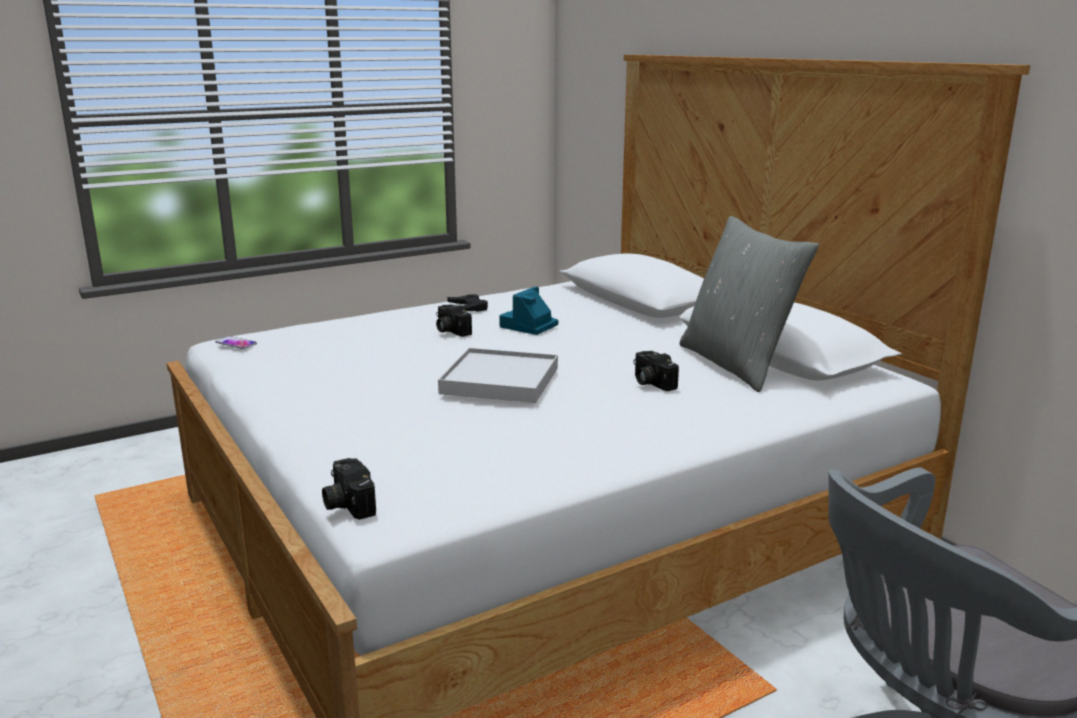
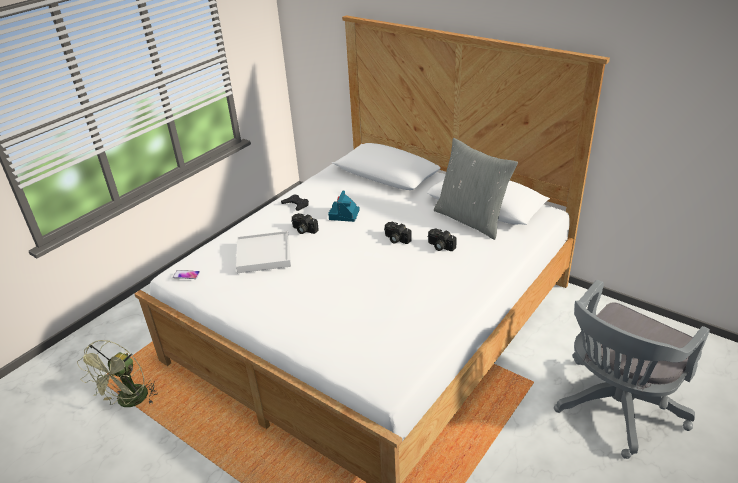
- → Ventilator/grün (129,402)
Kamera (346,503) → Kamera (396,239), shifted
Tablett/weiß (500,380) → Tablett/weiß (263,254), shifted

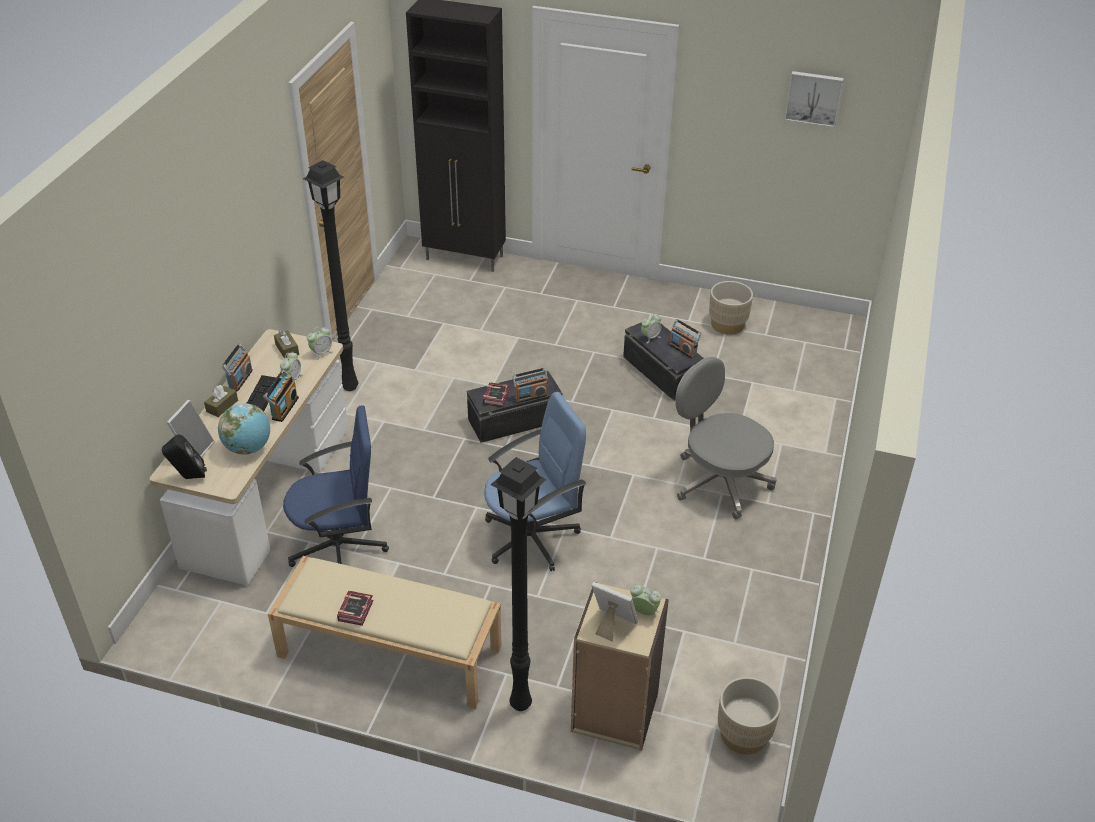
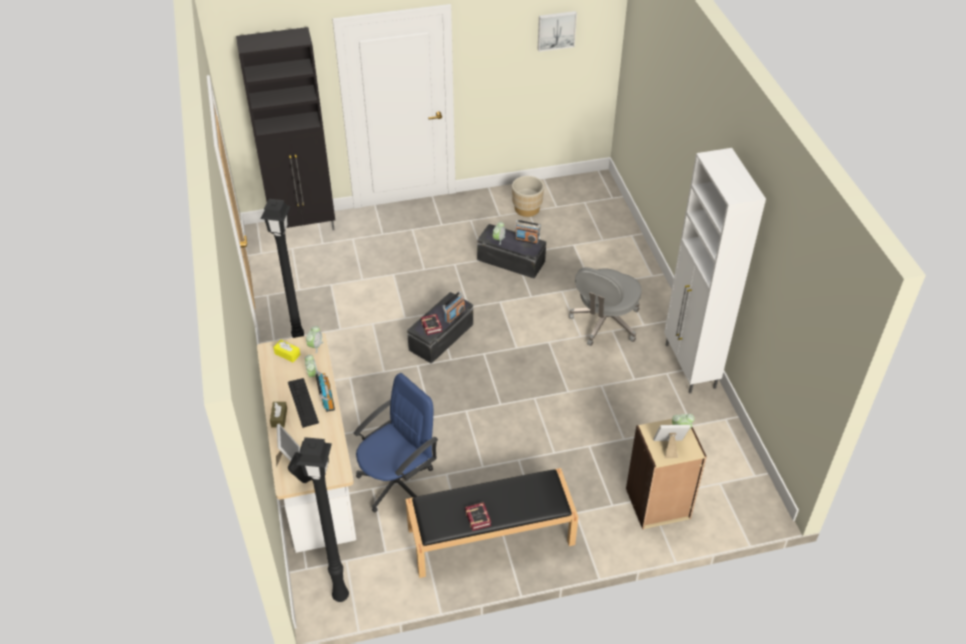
Globus (248,448) → -
Radio (240,380) → -
Bürostuhl/blau (532,537) → -
Pflanzkübel/beige (743,735) → -
- → Schrank/weiß (690,367)
Stehlampe/schwarz (518,704) → Stehlampe/schwarz (339,597), shifted
Bank/beige (388,652) → Bank/schwarz (490,537)
Taschentuchbox/braun (287,349) → Taschentuchbox/gelb (287,354)
Bürostuhl/grau (719,481) → Bürostuhl/grau (605,323), 75 degrees counterclockwise

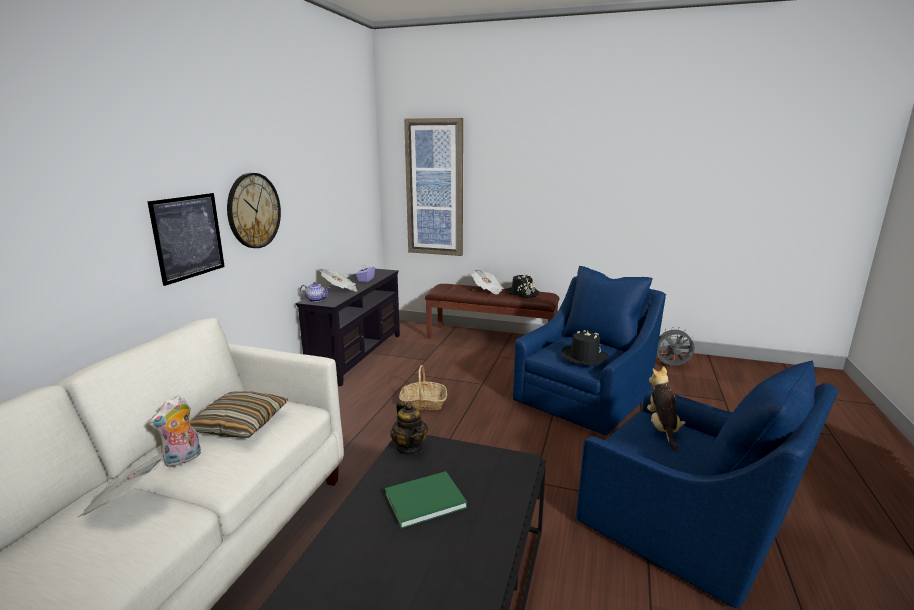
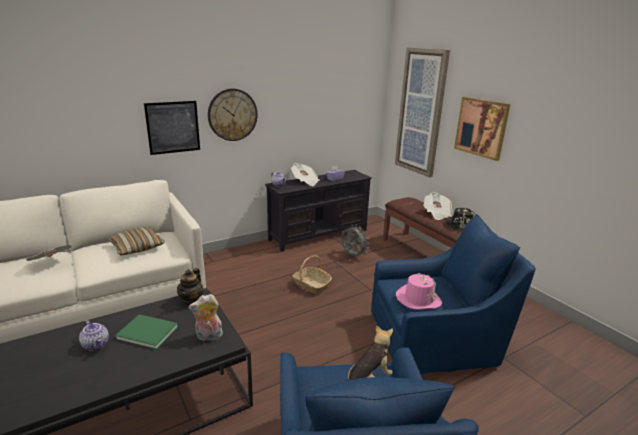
- → Teekanne (96,345)
- → Bild (481,127)
Plüschtier (183,459) → Plüschtier (208,337), shifted
Ventilator/grau (671,366) → Ventilator/grau (352,256), shifted
Hut/schwarz (584,357) → Hut/rosa (418,299)

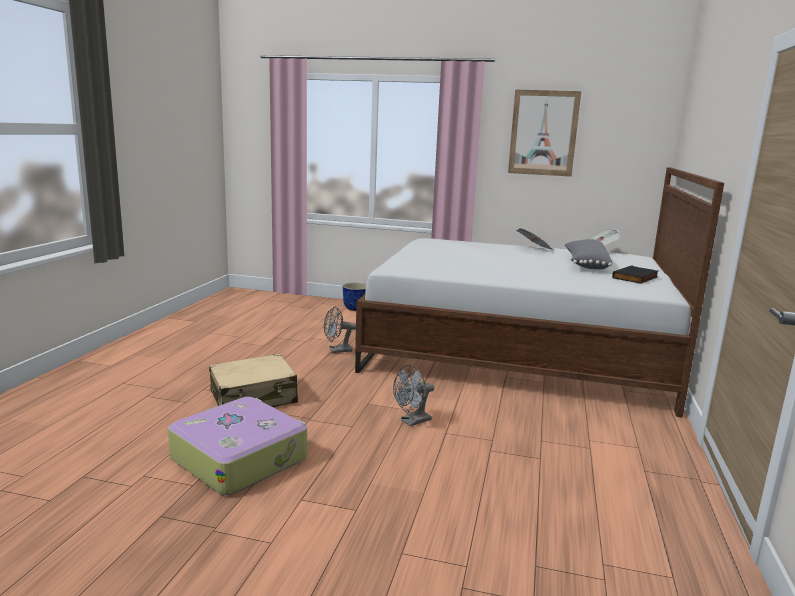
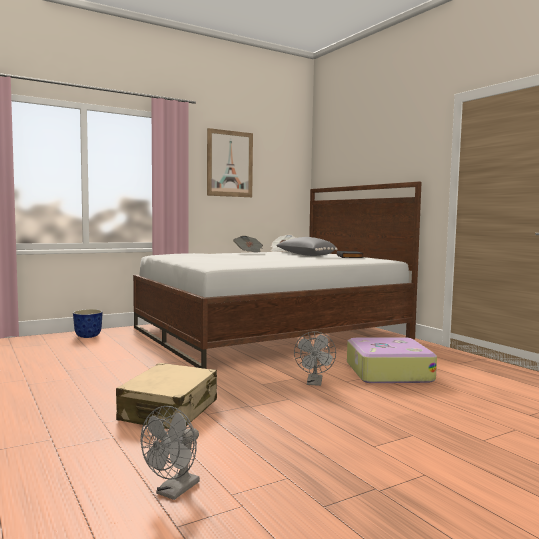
Koffer (240,458) → Koffer (387,372), shifted
Ventilator/grau (337,350) → Ventilator/grau (174,491), shifted

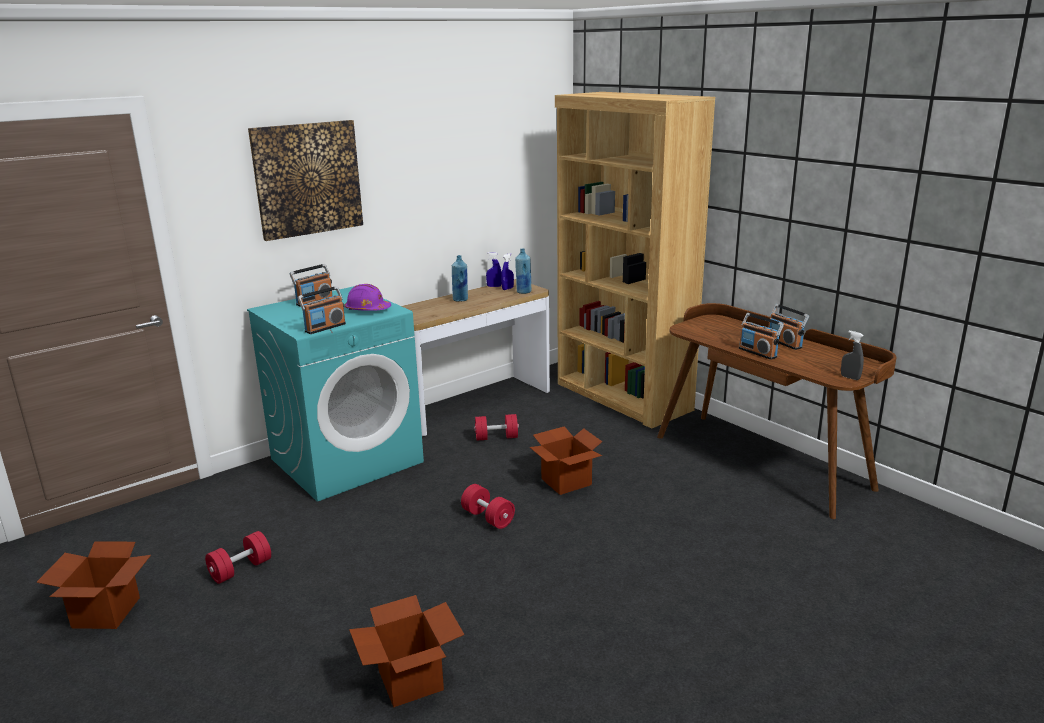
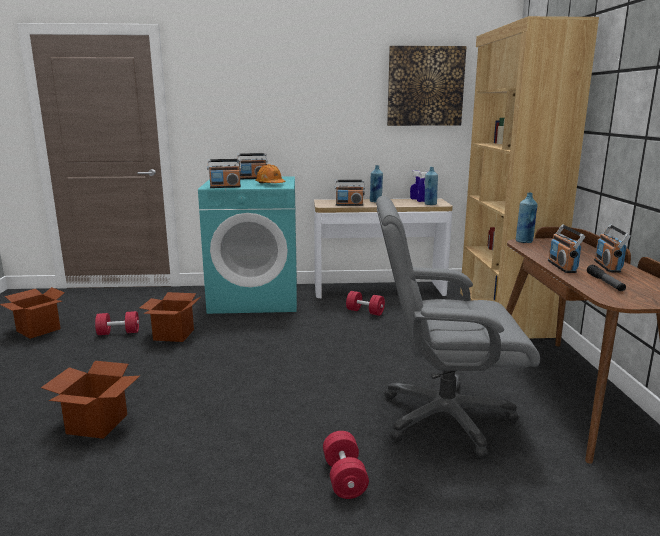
Sprühflasche/grau (850,377) → -
- → Radio (349,205)
- → Bürostuhl/grau (444,418)
- → Flasche/blau (524,241)
- → Taschenlampe (605,283)
Bild (307,179) → Bild (425,86), shifted
Hantel/rot (488,518) → Hantel/rot (344,478), shifted
Karton (566,481) → Karton (174,335), shifted
Schutzhelm/lila (367,310) → Schutzhelm/orange (270,184)

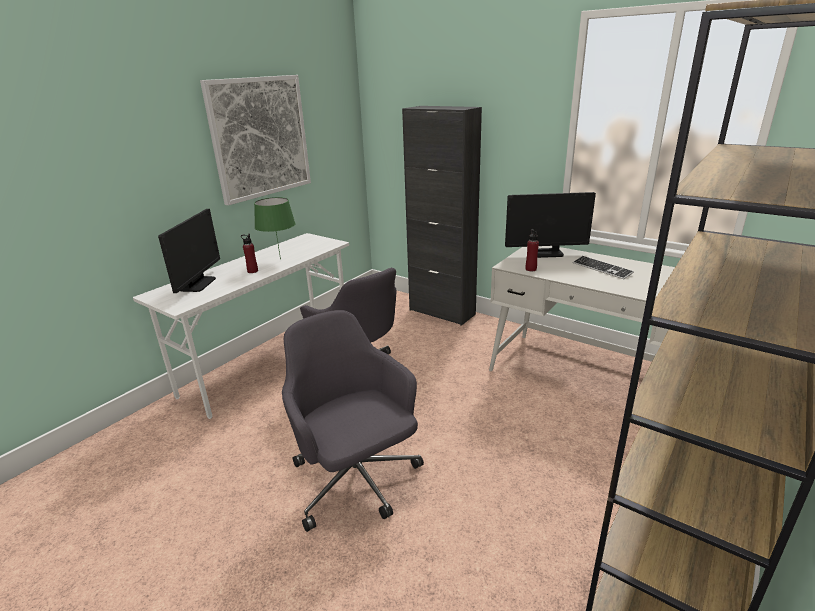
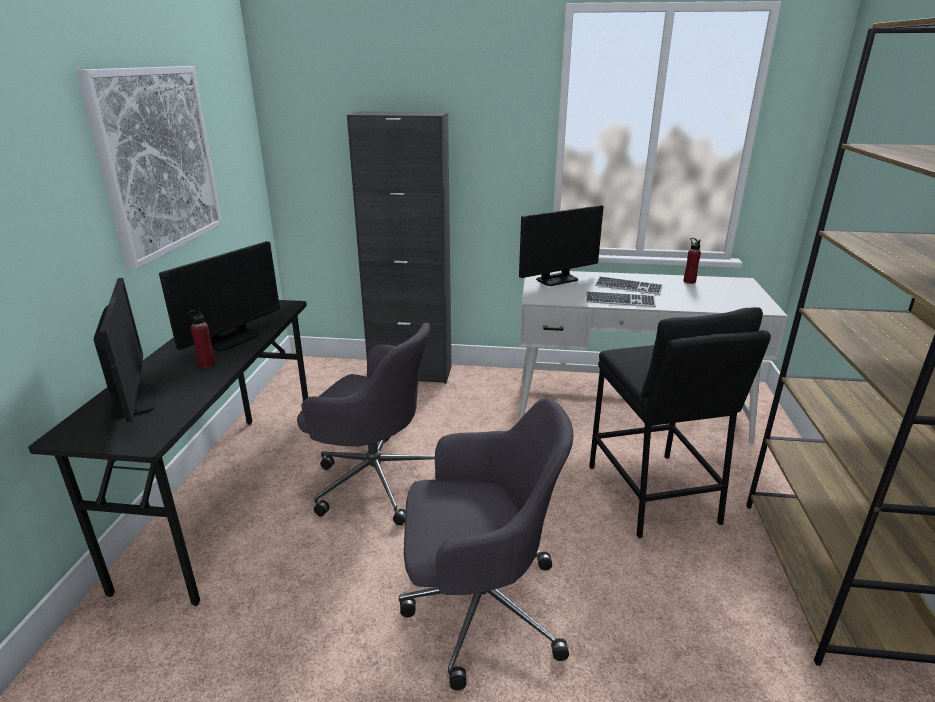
- → Tastatur (620,301)
- → Hocker/schwarz (652,494)
Flasche/rot (531,269) → Flasche/rot (689,281), shifted
Tischlampe/grün (280,259) → Monitor (231,339)
Schreibtisch/weiß (270,362) → Schreibtisch/schwarz (227,495)
Bürostuhl/grau (356,481) → Bürostuhl/grau (479,607), 150 degrees clockwise

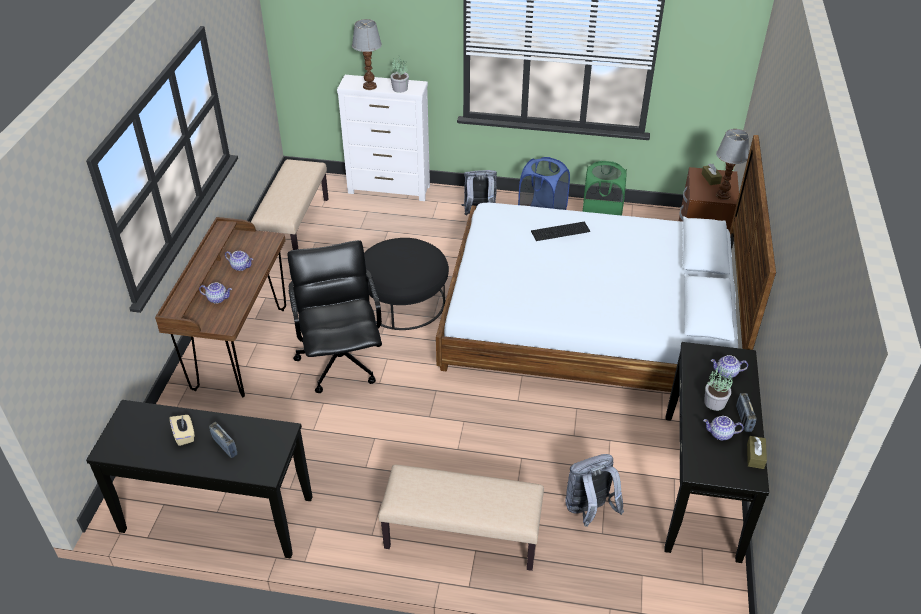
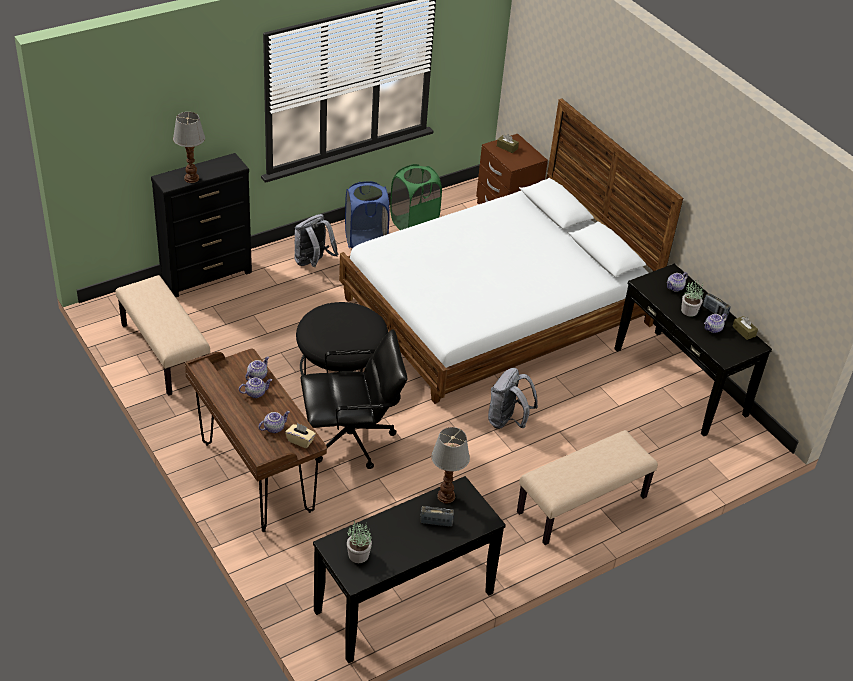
Tastatur (561,232) → -
- → Teekanne (257,375)
Taschentuchbox/beige (184,435) → Taschentuchbox/beige (300,440), shifted
Topfpflanze (399,88) → Topfpflanze (358,555), shifted
Rucksack/grau (589,510) → Rucksack/grau (507,421), shifted
Tischlampe (722,195) → Tischlampe (445,496), shifted
Kommode/weiß (389,190) → Kommode/schwarz (207,277)
Bürostuhl/schwarz (341,361) → Bürostuhl/schwarz (351,439), 135 degrees clockwise

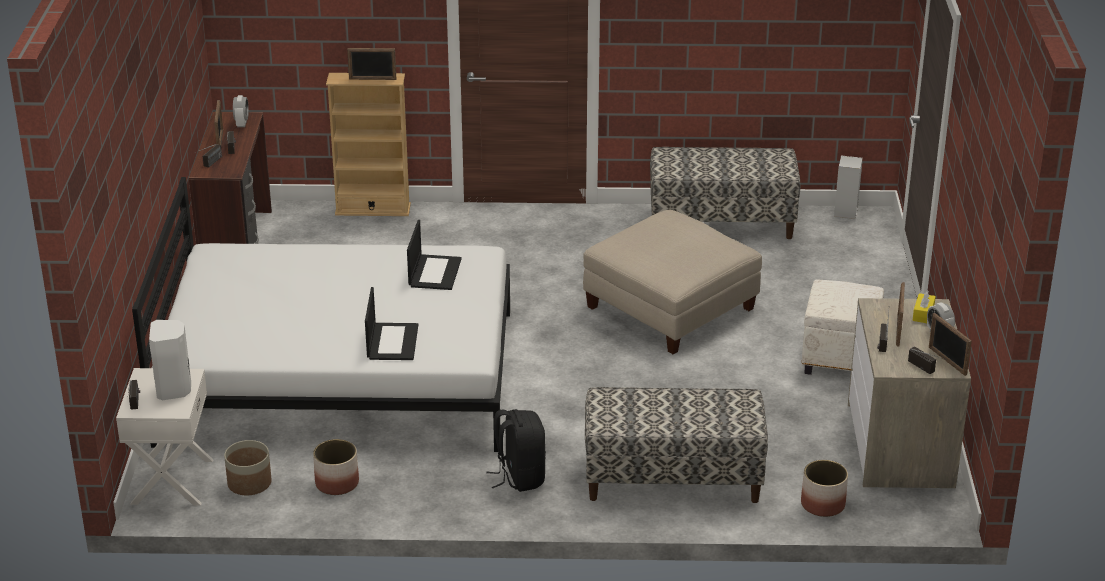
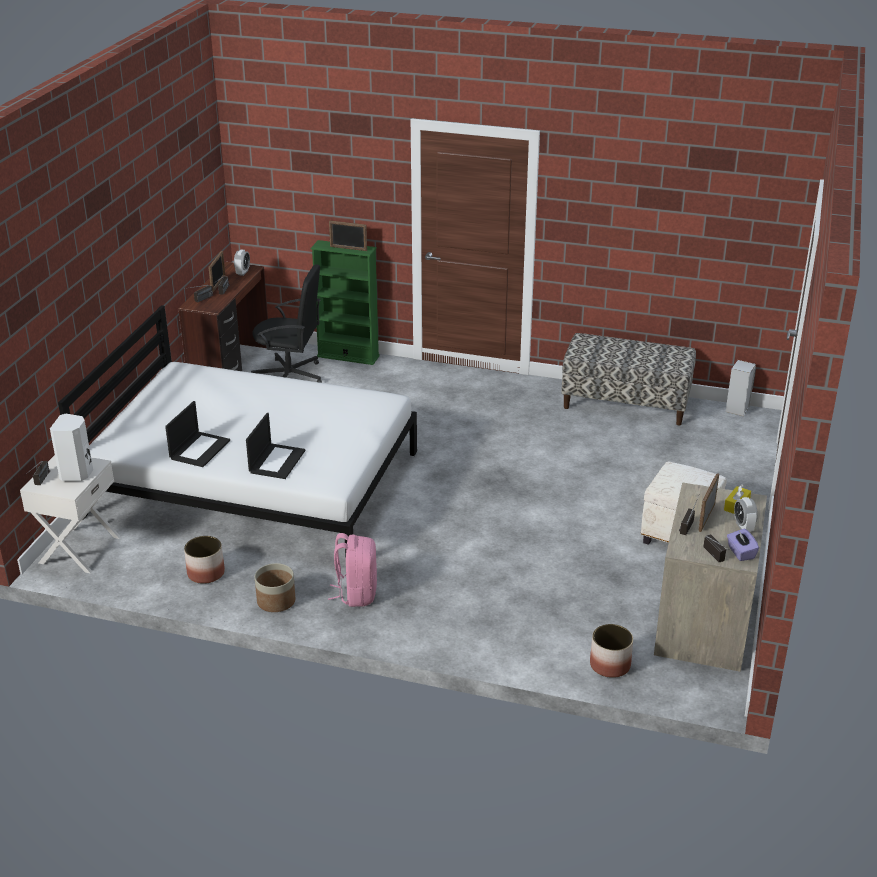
Polsterhocker/beige (671,308) → -
Bank (672,479) → -
- → Bürostuhl/schwarz (290,376)
Pflanzkübel (249,483) → Pflanzkübel (276,601), shifted
Laptop (434,272) → Laptop (199,449), shifted
Bilderrahmen (947,361) → Taschentuchbox/lila (740,553)
Bücherregal/beige (373,209) → Bücherregal/grün (348,356)
Rucksack/schwarz (519,477) → Rucksack/rosa (356,593)

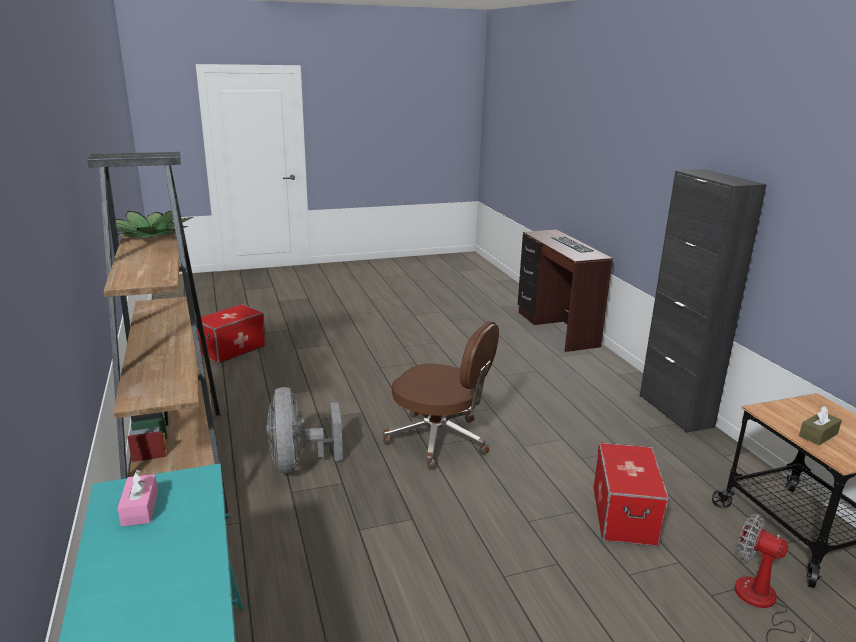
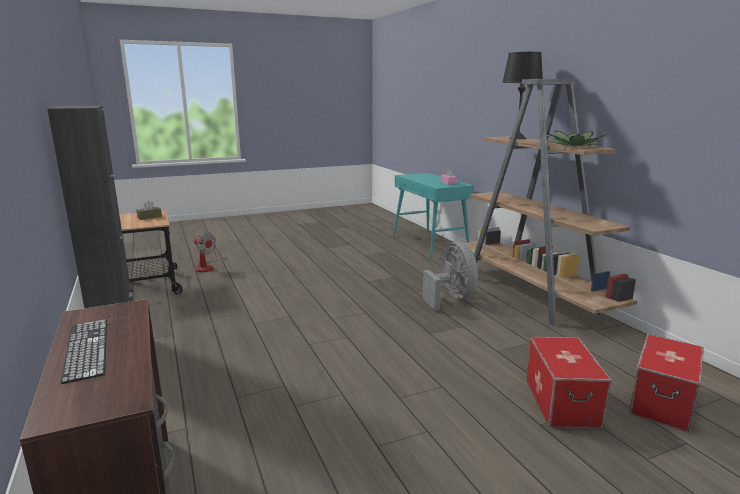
Bürostuhl/braun (439,440) → -
- → Tischlampe/schwarz (517,138)
Aufbewahrungsbox (624,515) → Aufbewahrungsbox (560,402), shifted

